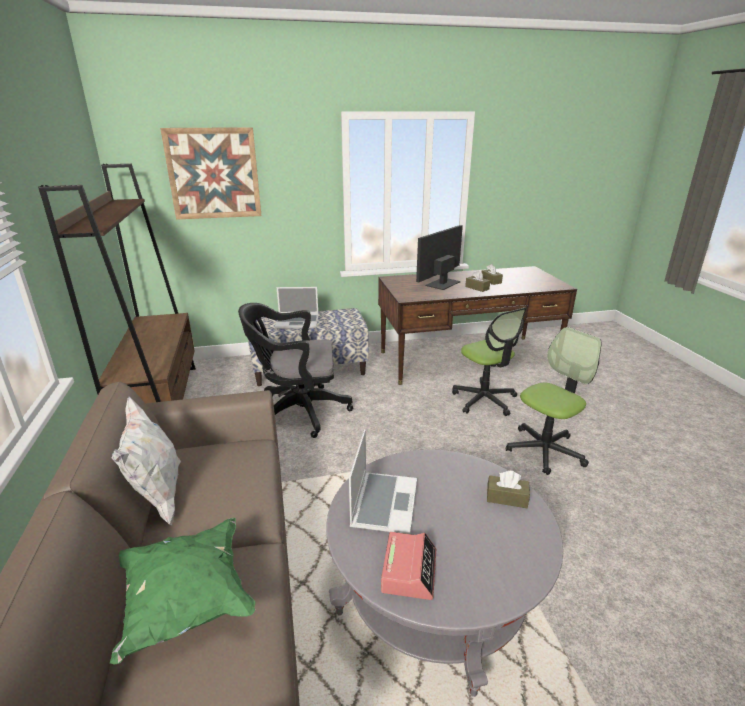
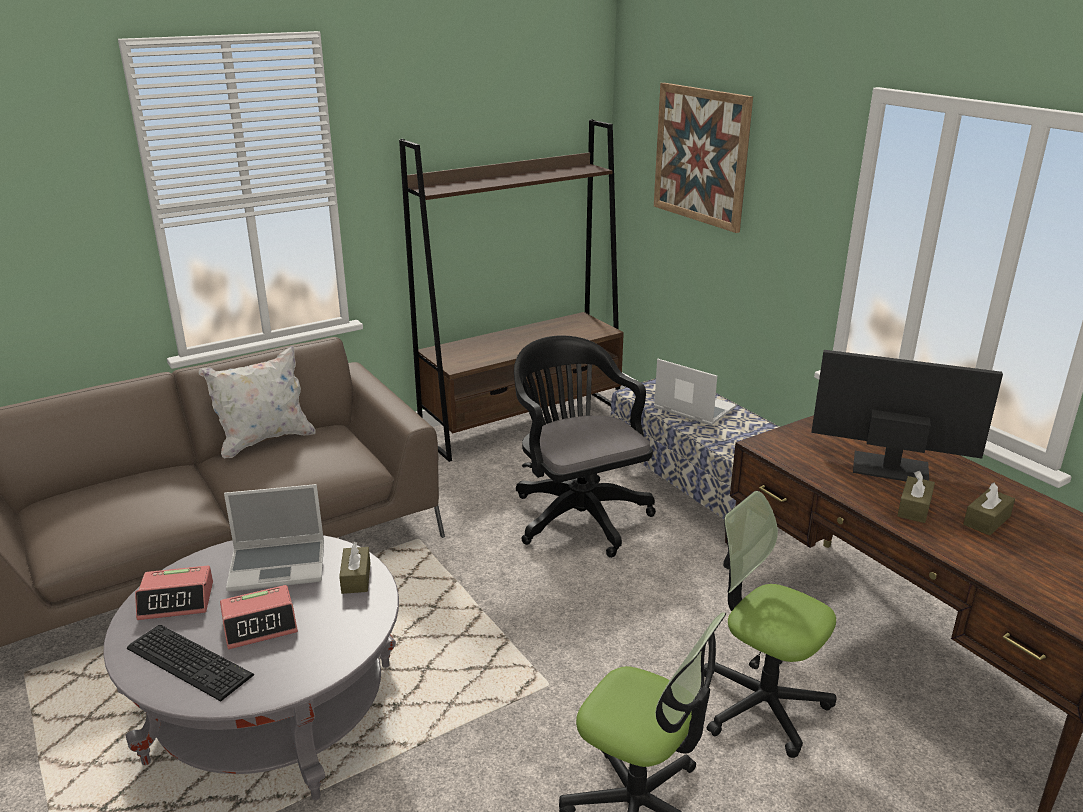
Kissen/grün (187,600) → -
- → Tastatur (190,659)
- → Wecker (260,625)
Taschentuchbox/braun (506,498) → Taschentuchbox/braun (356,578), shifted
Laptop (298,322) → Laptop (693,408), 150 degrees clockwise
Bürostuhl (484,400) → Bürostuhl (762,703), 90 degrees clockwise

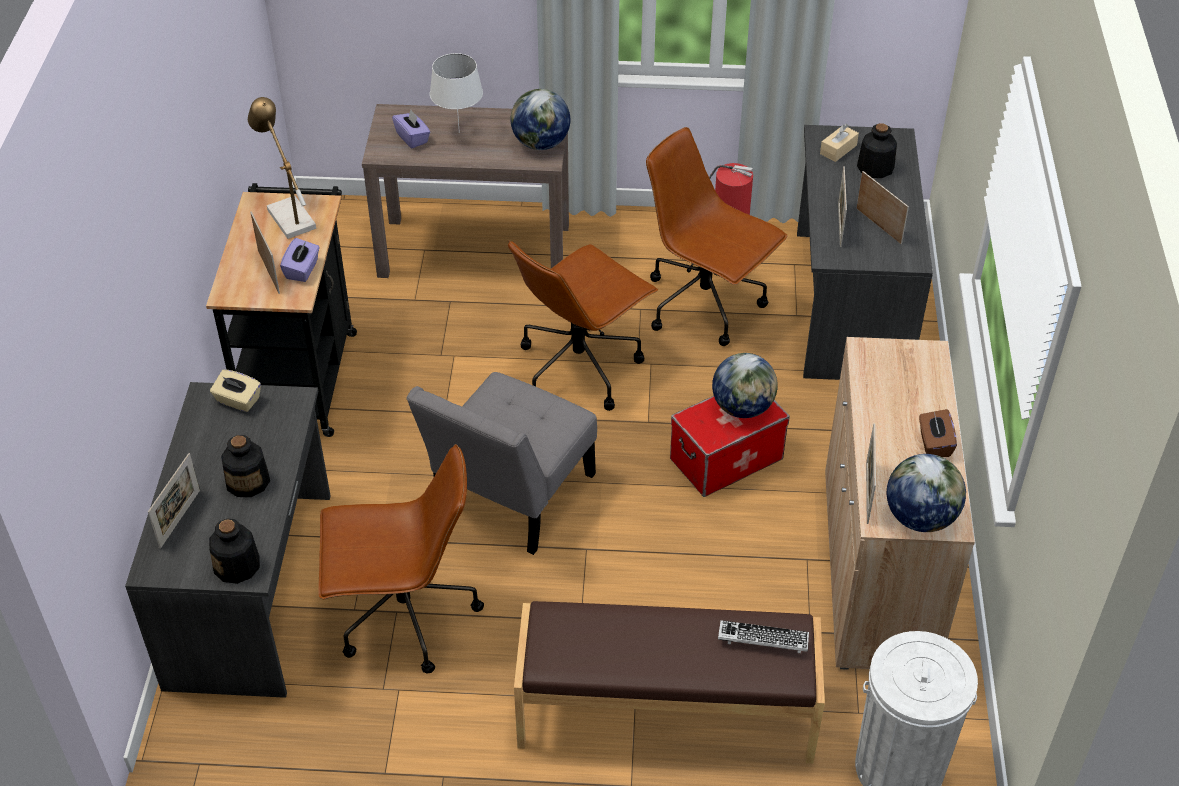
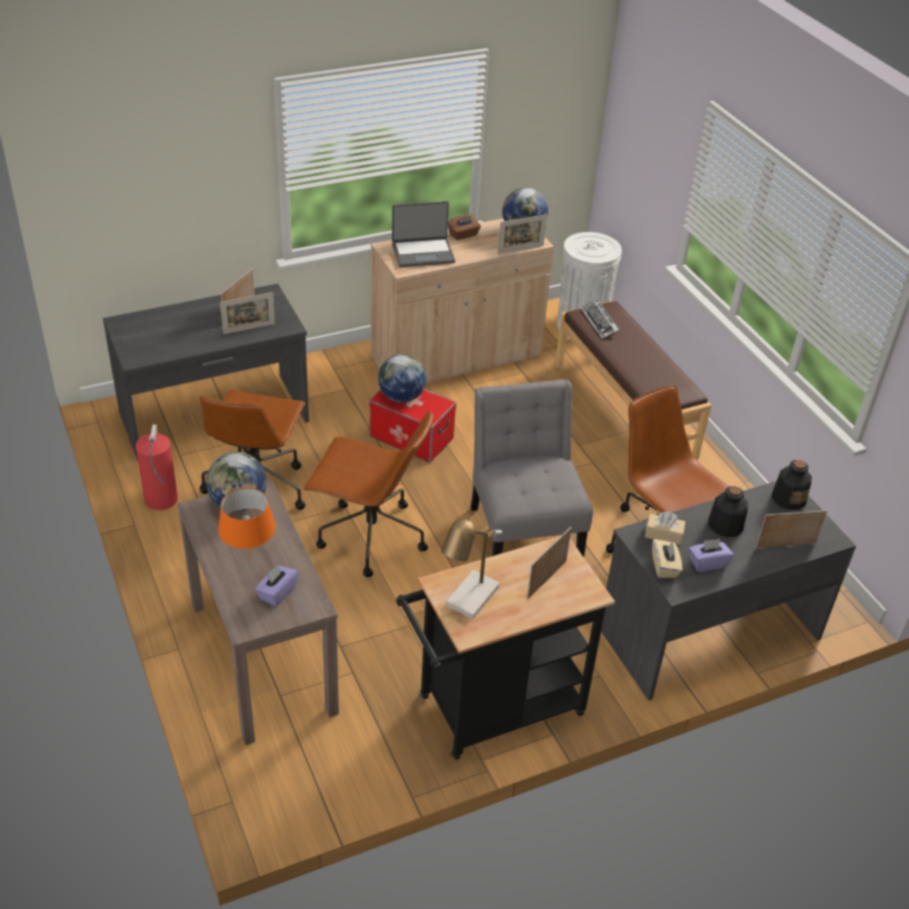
Flasche (874,168) → -
- → Laptop (423,253)
Taschentuchbox/lila (302,270) → Taschentuchbox/lila (707,563), shifted
Taschentuchbox/beige (838,149) → Taschentuchbox/beige (663,534), shifted
Tischlampe/weiß (459,132) → Tischlampe/orange (250,563)
Stuhl/grau (509,498) → Stuhl/grau (524,529), 105 degrees counterclockwise

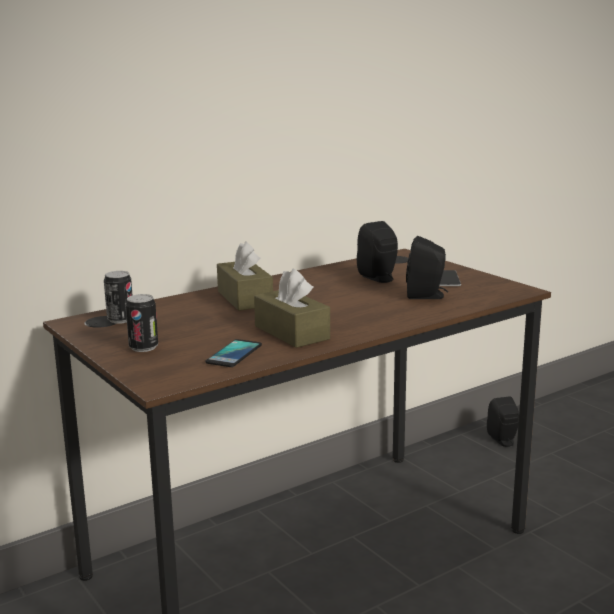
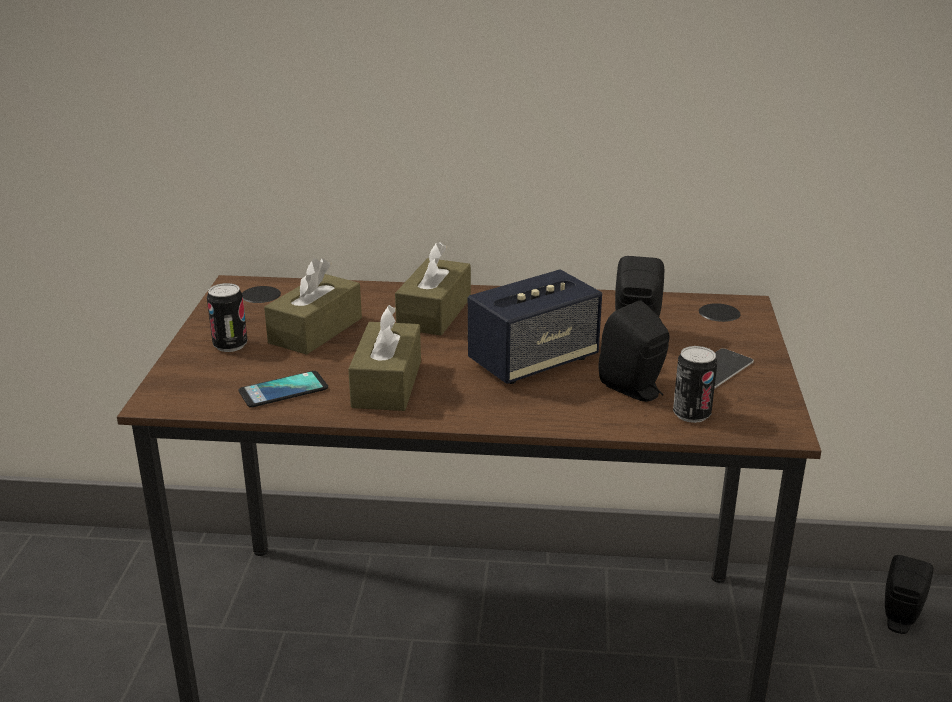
- → Taschentuchbox/braun (315,330)
- → Lautsprecher (533,361)
Dose (120,320) → Dose (691,414), shifted

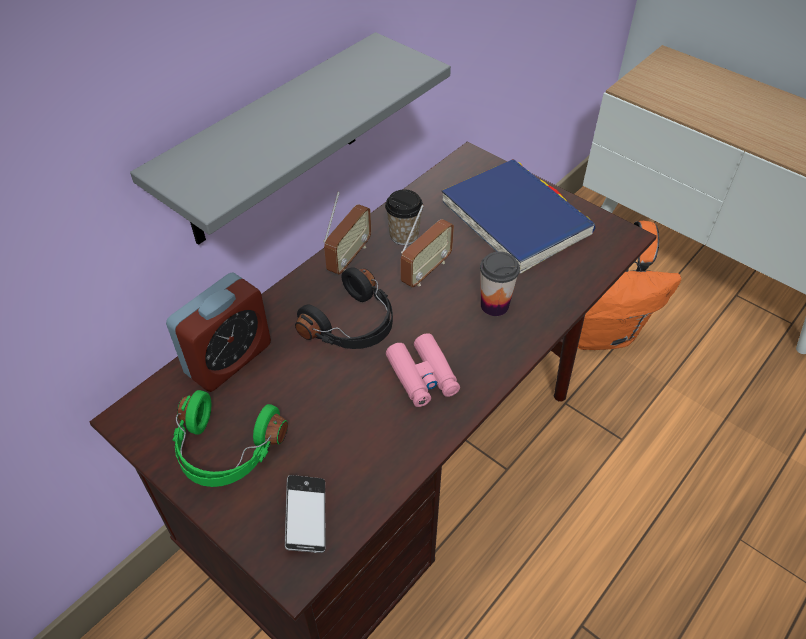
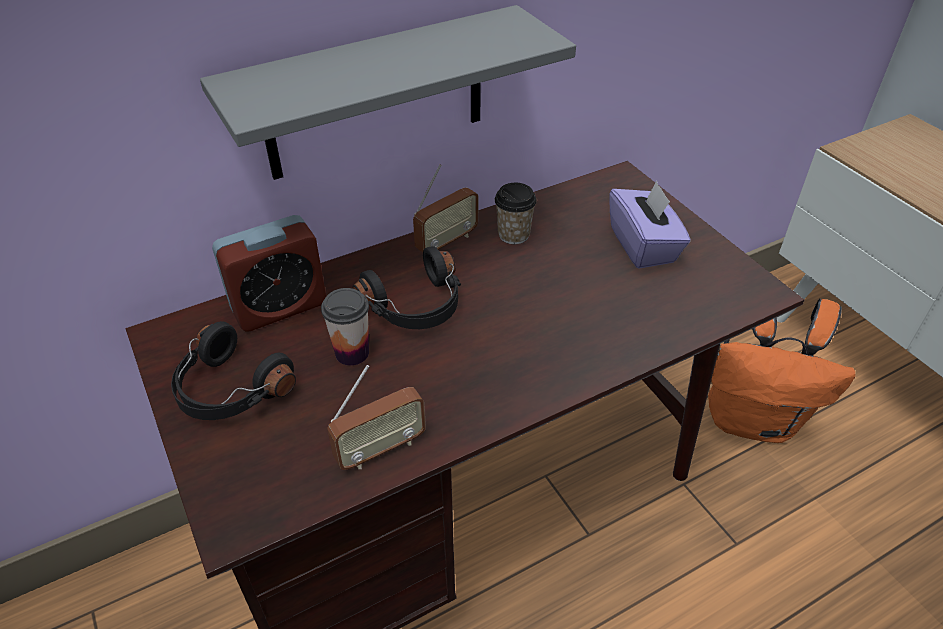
Handy (306,516) → -
Fernglas/rosa (423,376) → -
Radio (426,271) → Radio (380,449), shifted
Tasse (494,305) → Tasse (352,353), shifted
Buch/blau (515,219) → Taschentuchbox/lila (643,246)
Kopfhörer/grün (226,451) → Kopfhörer/schwarz (230,390)

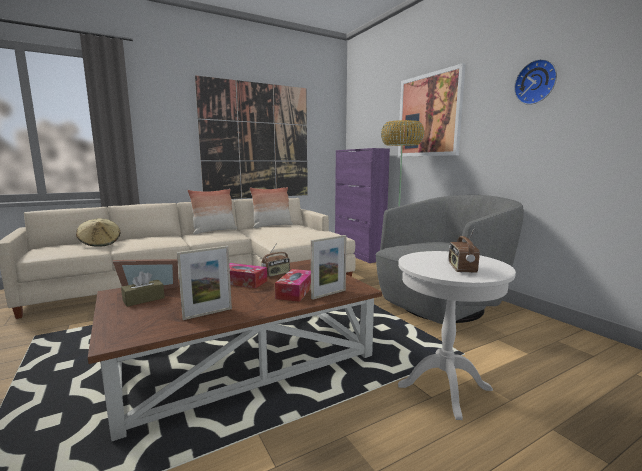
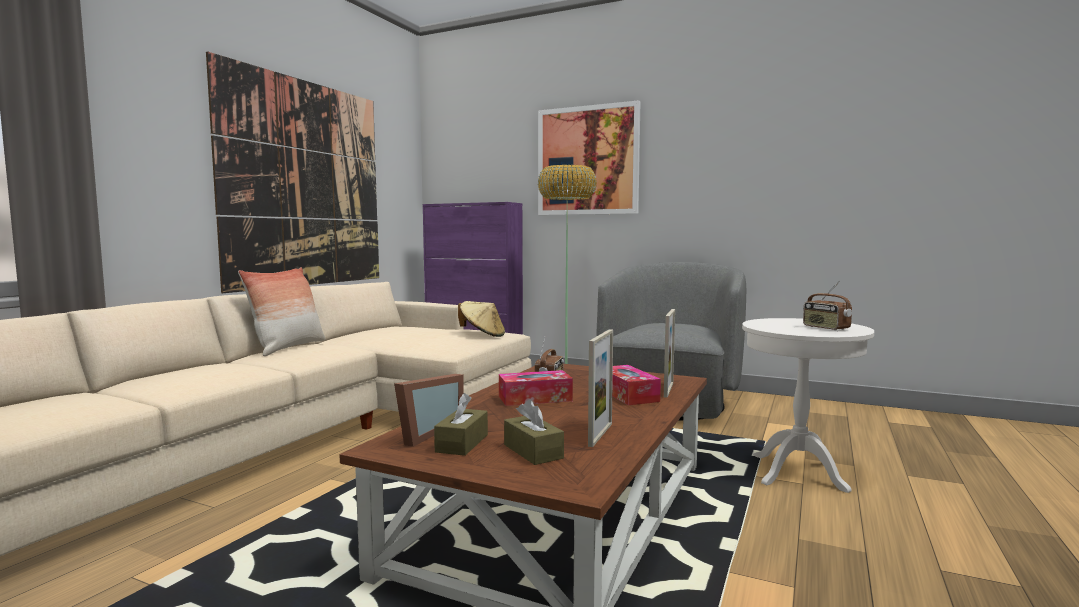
Kissen (272,226) → -
Wanduhr (536,82) → -
- → Taschentuchbox/braun (533,451)
Hut/beige (100,243) → Hut/beige (482,335), shifted

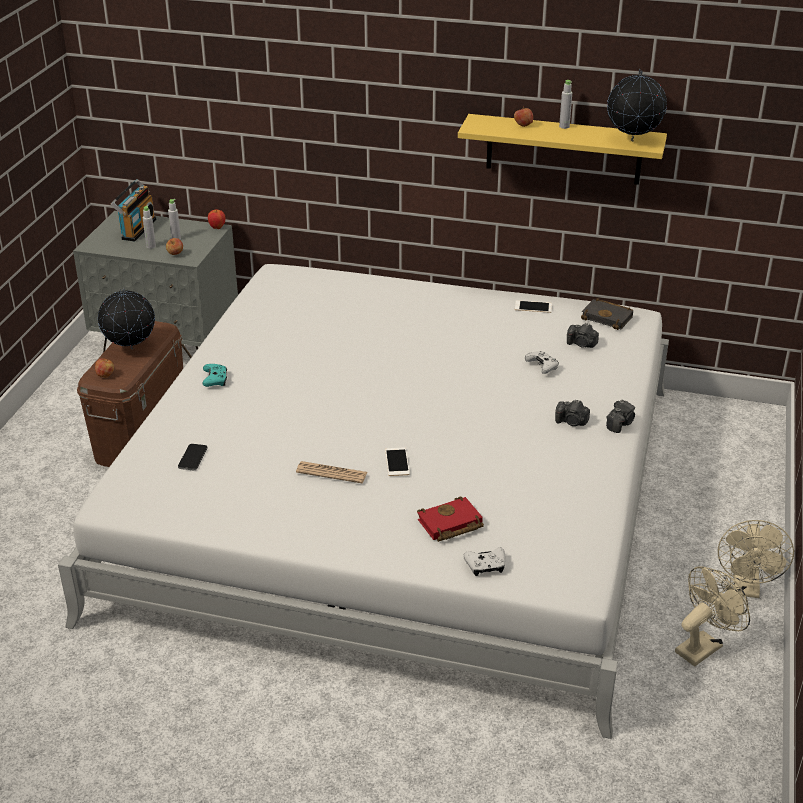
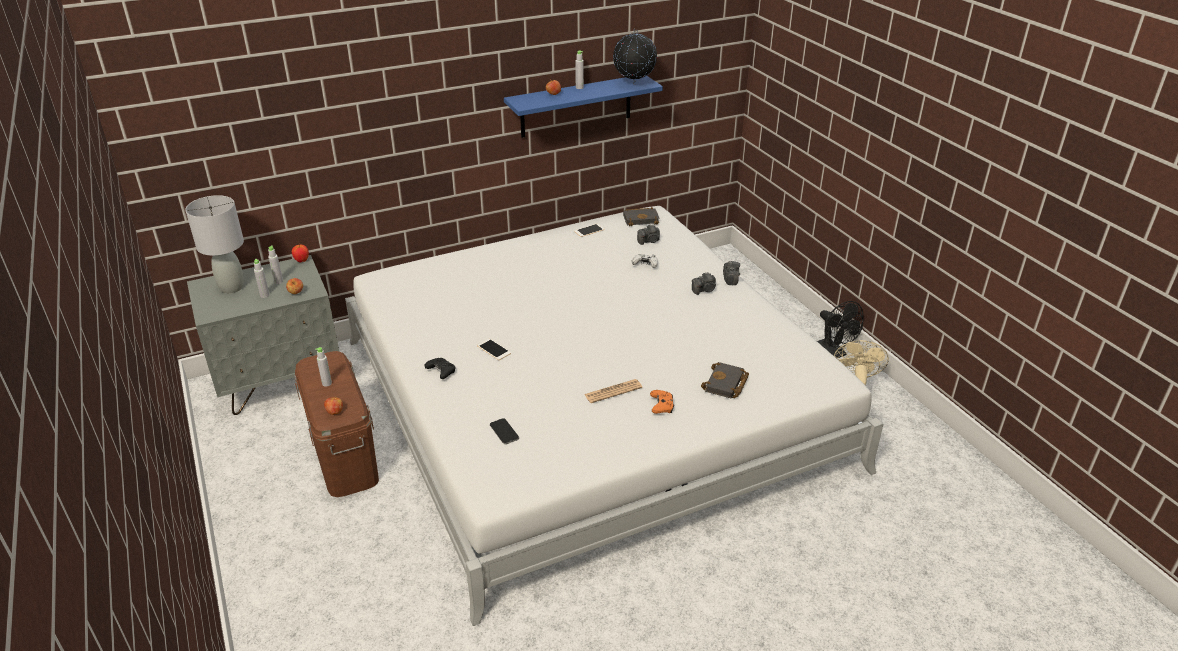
Gamepad/weiß (485,566) → -
- → Gamepad/orange (661,406)
Handy (397,462) → Handy (494,349), shifted
Globus (130,348) → Flasche/grau (327,383)
Radio (136,229) → Tischlampe/grau (231,287)
Gamepad/türkis (215,380) → Gamepad/schwarz (441,372)
Buch/rot (449,525) → Buch/schwarz (726,385)
Wandregal/gelb (563,149) → Wandregal/blau (576,106)
Ventilator/beige (746,588) → Ventilator/schwarz (834,353)

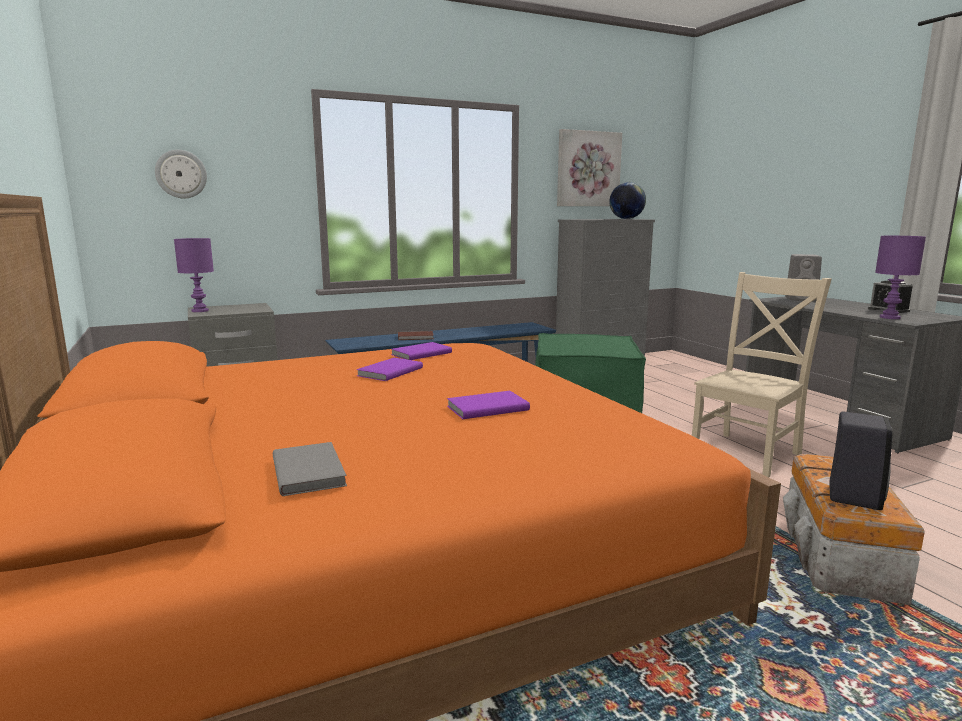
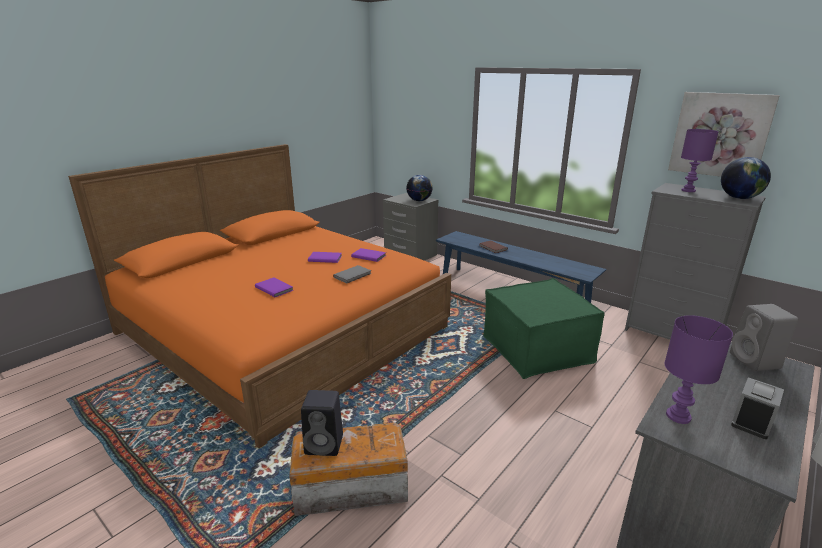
Wanduhr (181,174) → -
Stuhl/beige (748,453) → -
- → Globus (419,200)
Tischlampe/lila (199,311) → Tischlampe/lila (688,190), shifted
Buch/grau (310,471) → Buch/grau (353,275), shifted

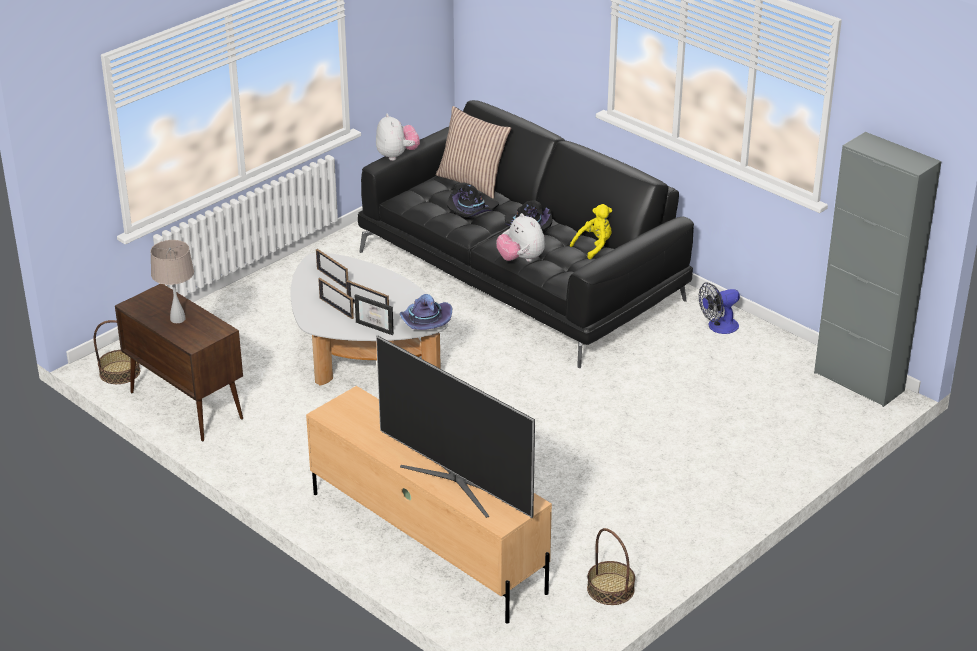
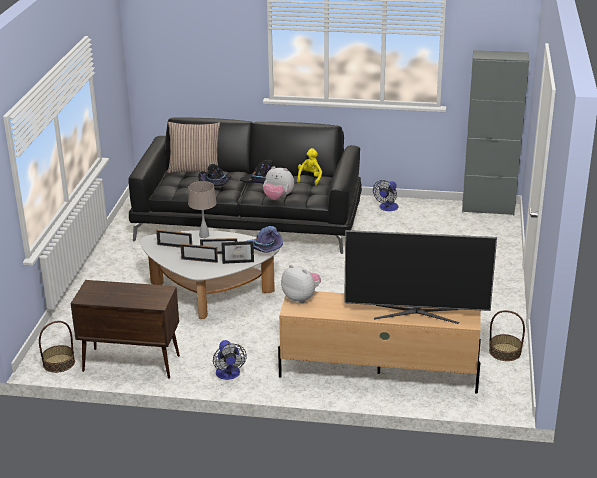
- → Ventilator (229,375)
Tischlampe/beige (178,319) → Tischlampe/beige (204,235), shifted
Plüschtier (397,155) → Plüschtier (301,298), shifted

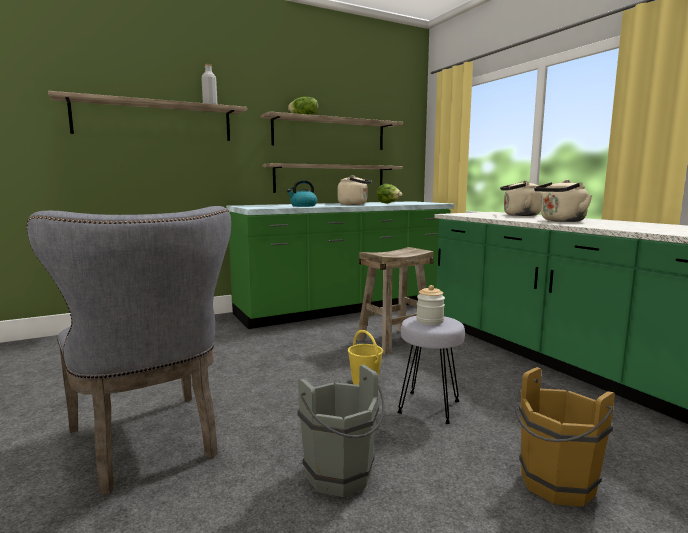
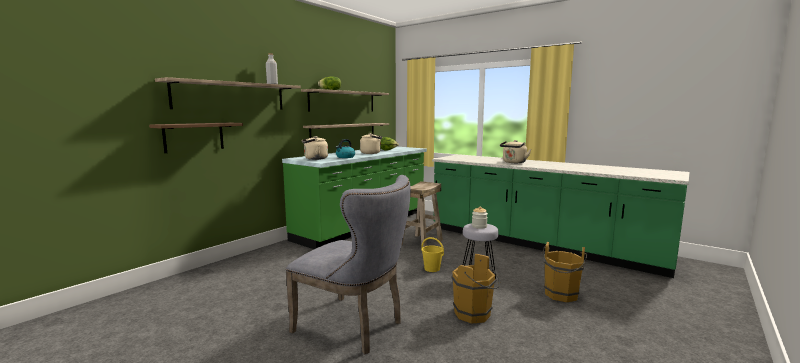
- → Wandregal (194,137)
Wasserkessel/beige (519,215) → Wasserkessel/beige (314,159), shifted
Eimer/grau (341,478) → Eimer/braun (475,315)

